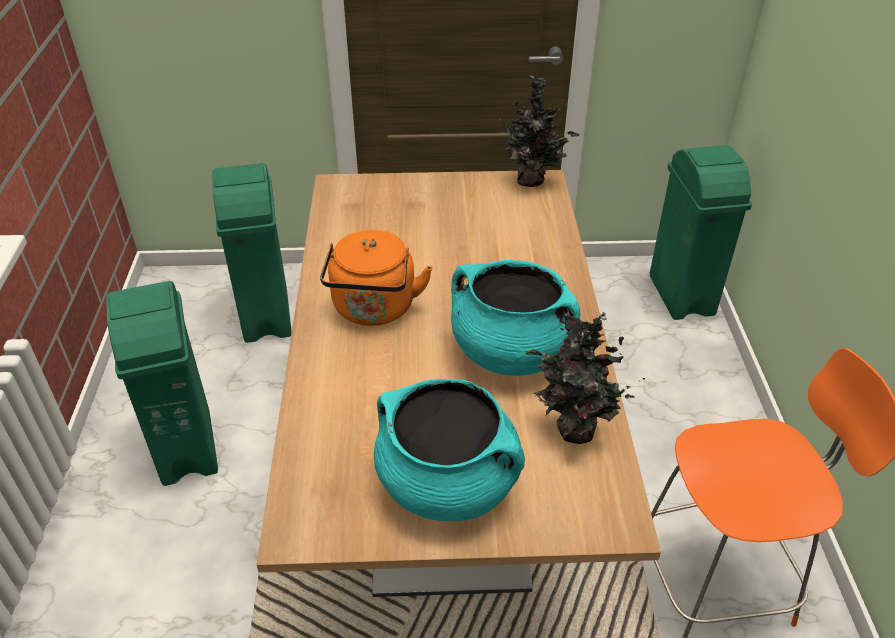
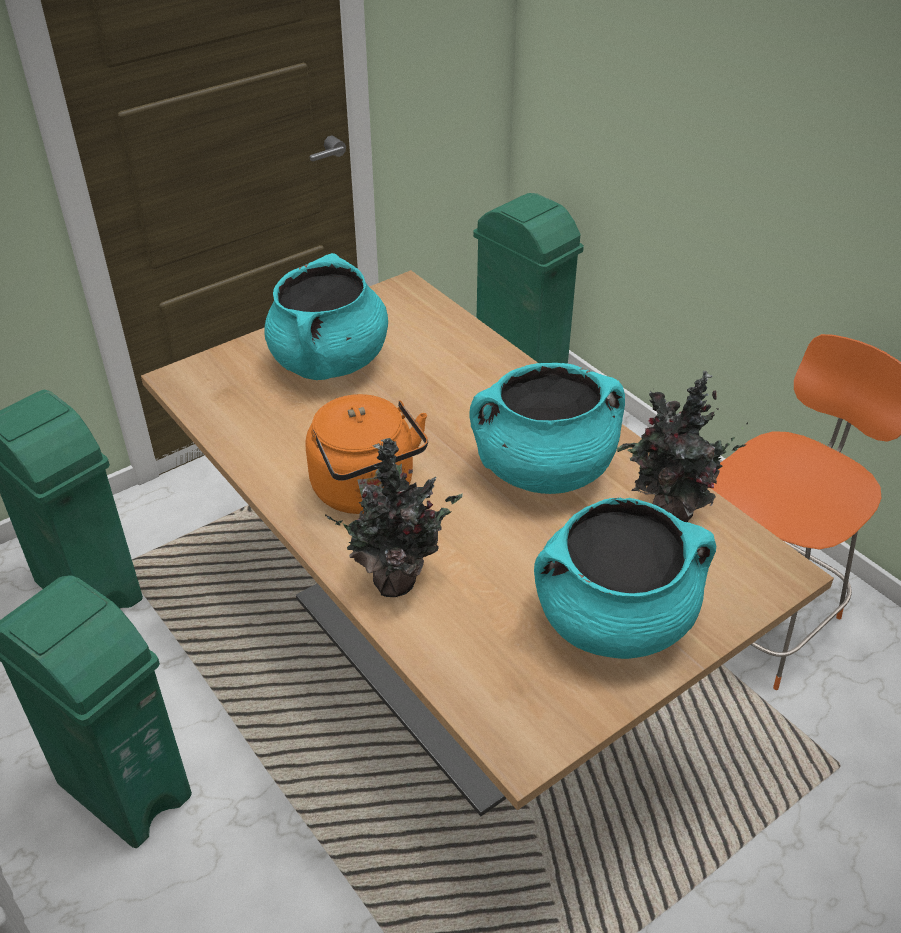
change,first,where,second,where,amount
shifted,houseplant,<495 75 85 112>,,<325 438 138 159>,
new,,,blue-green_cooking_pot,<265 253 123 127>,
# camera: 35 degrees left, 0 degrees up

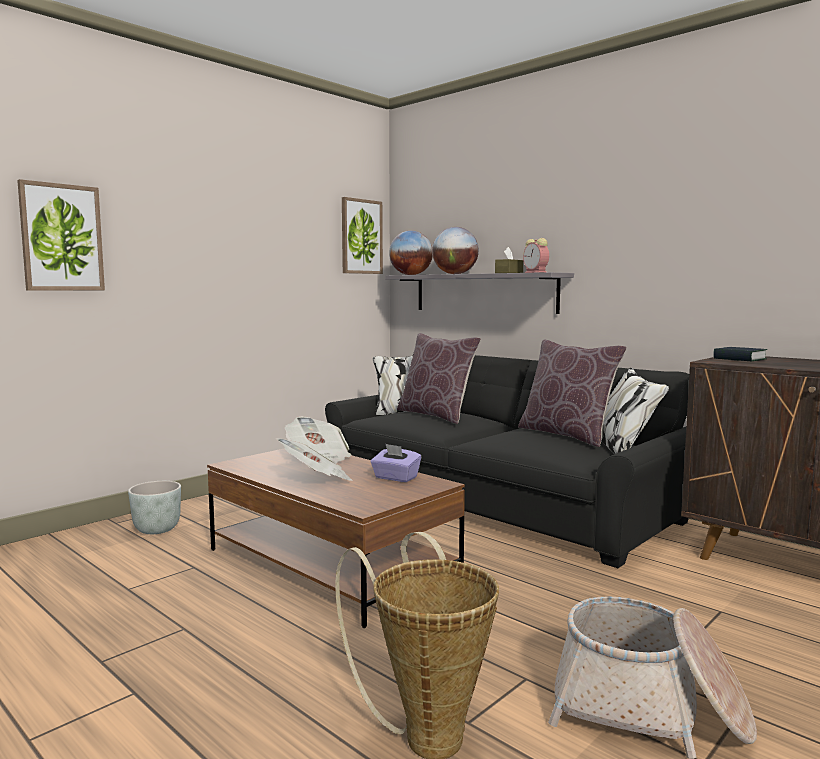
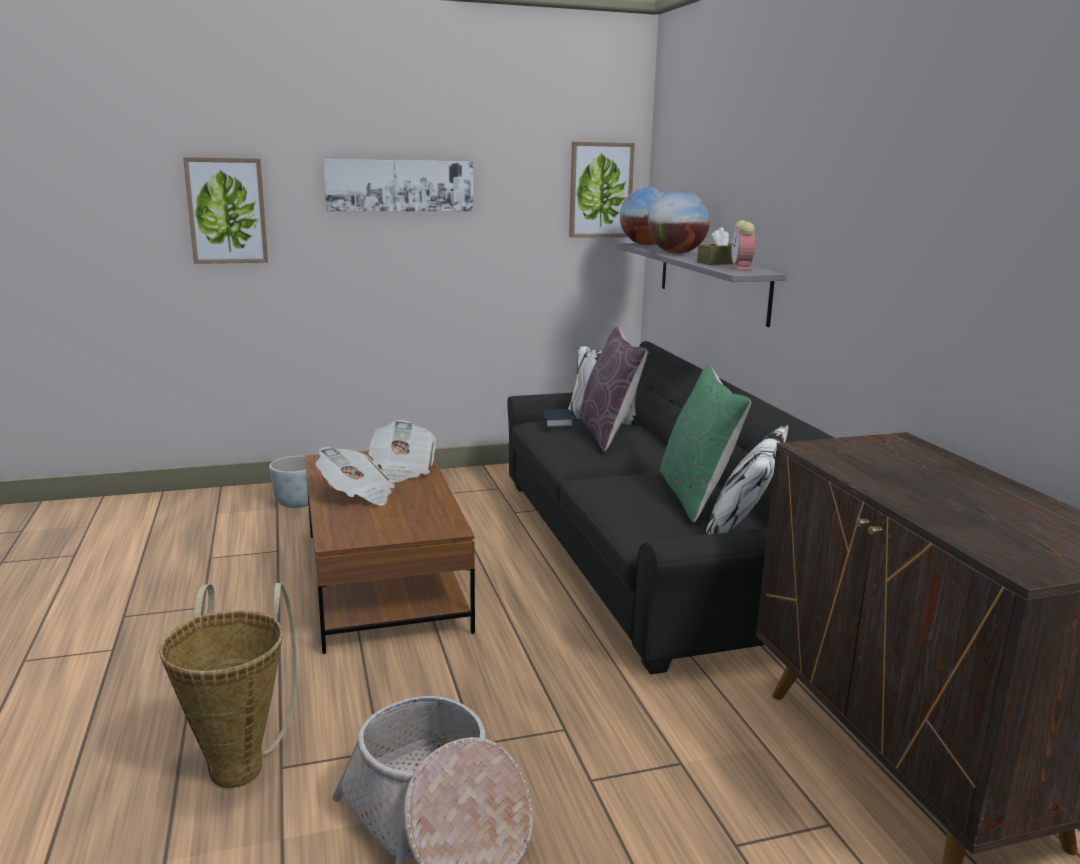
change,first,where,second,where,amount
gone,purple-coloured_tissue_box,<371 444 50 38>,,,
repainted,brownish_pillow,<518 340 109 107>,greenish_pillow,<660 365 91 158>,
shifted,volume,<713 347 54 14>,,<543 409 30 19>,
new,,,wall_art,<323 159 150 52>,
# camera: 30 degrees right, 10 degrees up

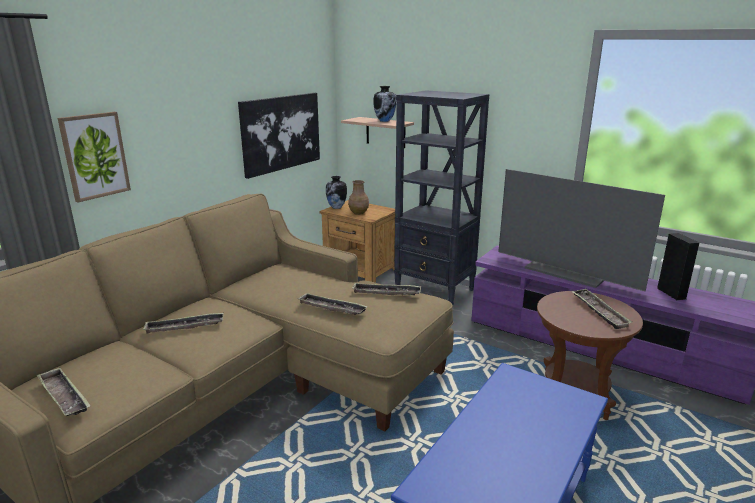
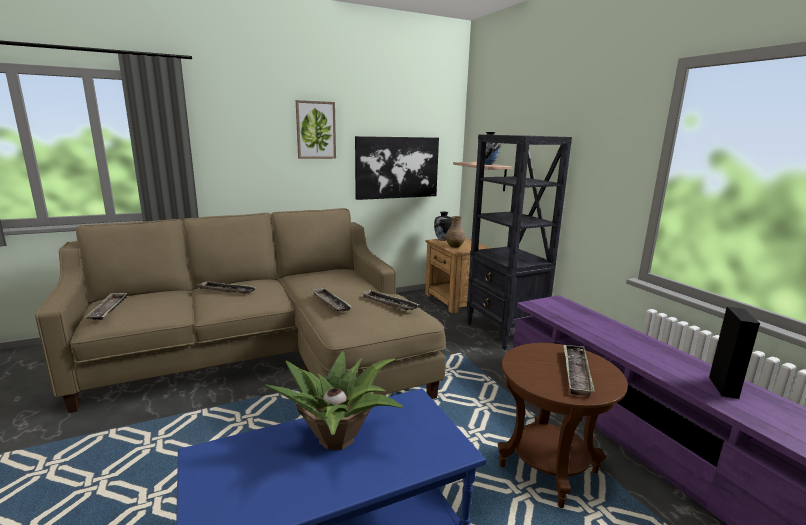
change,first,where,second,where,amount
shifted,wall_art,<57 112 74 91>,,<296 100 40 59>,
gone,television,<498 169 167 122>,,,
new,,,houseplant,<265 351 138 99>,
# camera: 30 degrees right, 5 degrees down

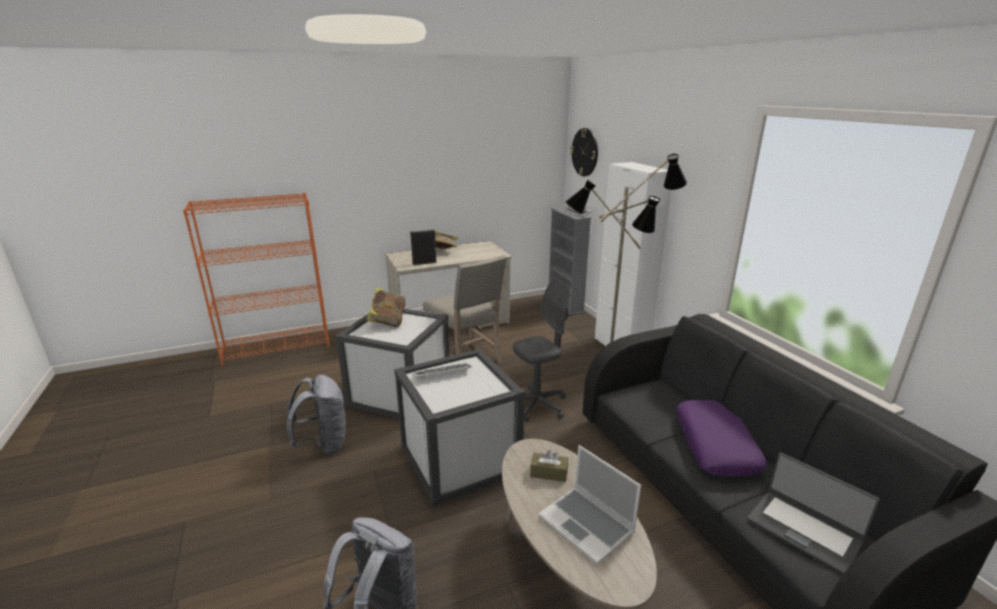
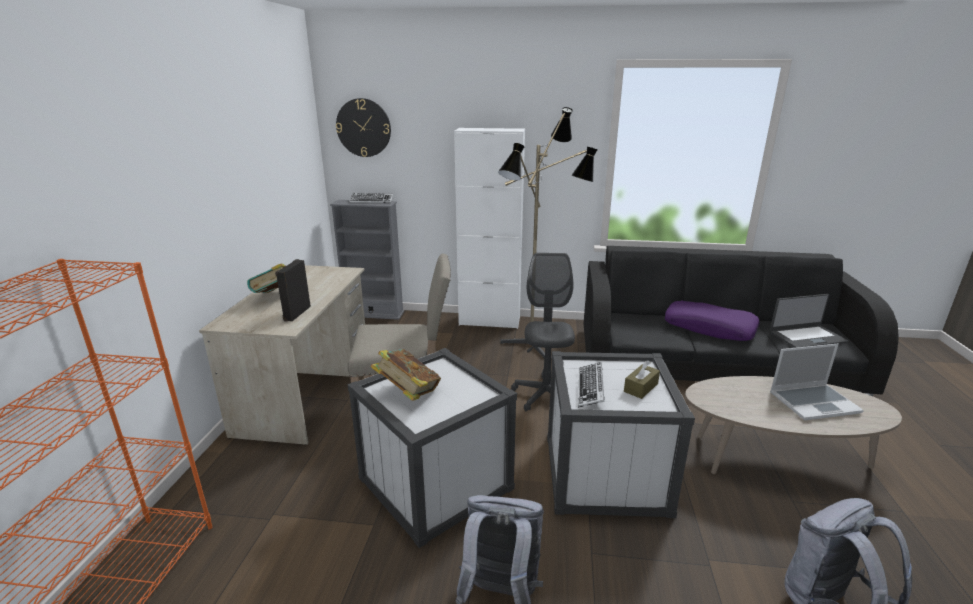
change,first,where,second,where,amount
shifted,brownish_tissue_box,<530 450 38 32>,,<624 361 36 38>,
# camera: 60 degrees left, 0 degrees up

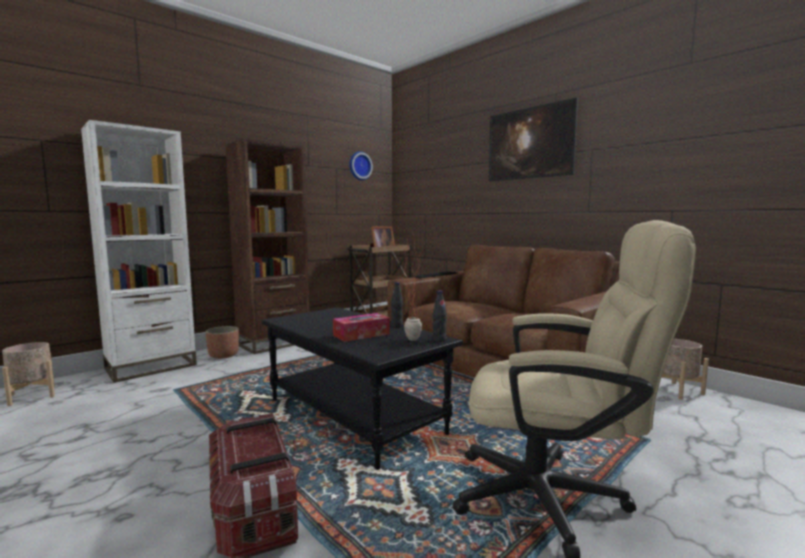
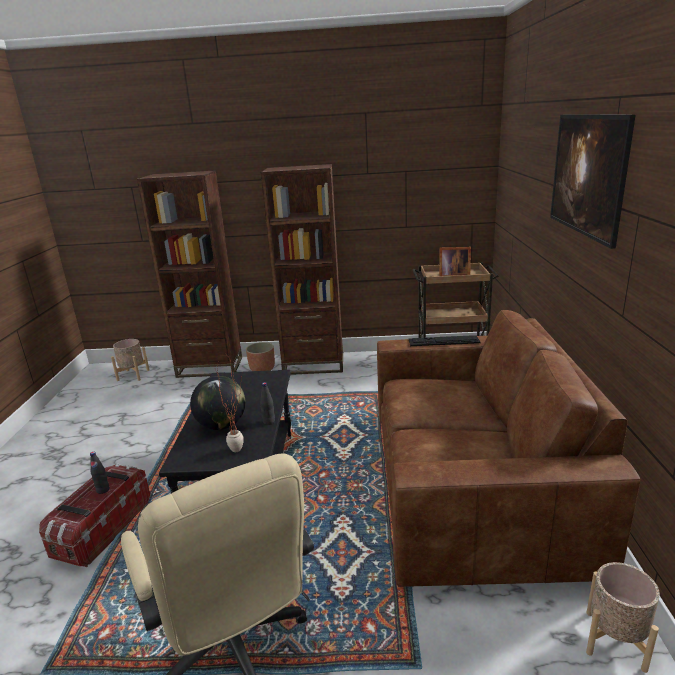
change,first,where,second,where,amount
repainted,white_shelving_unit,<81 120 116 263>,brownish_shelving_unit,<137 170 105 208>,
swapped,tissue_box,<333 313 57 29>,globe,<190 376 56 54>,
gone,wall_clock,<349 151 24 29>,,,
shifted,blackish_bottle,<433 291 14 51>,,<90 452 19 42>,
# camera: 45 degrees right, 15 degrees up

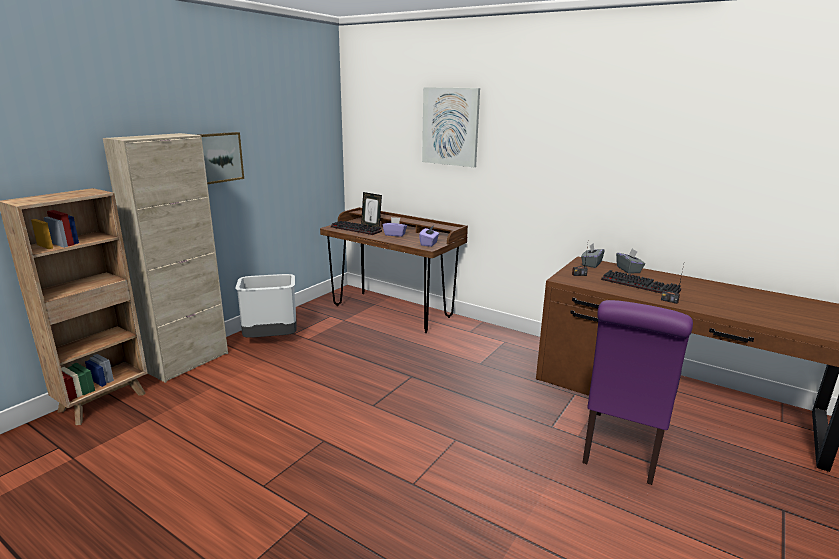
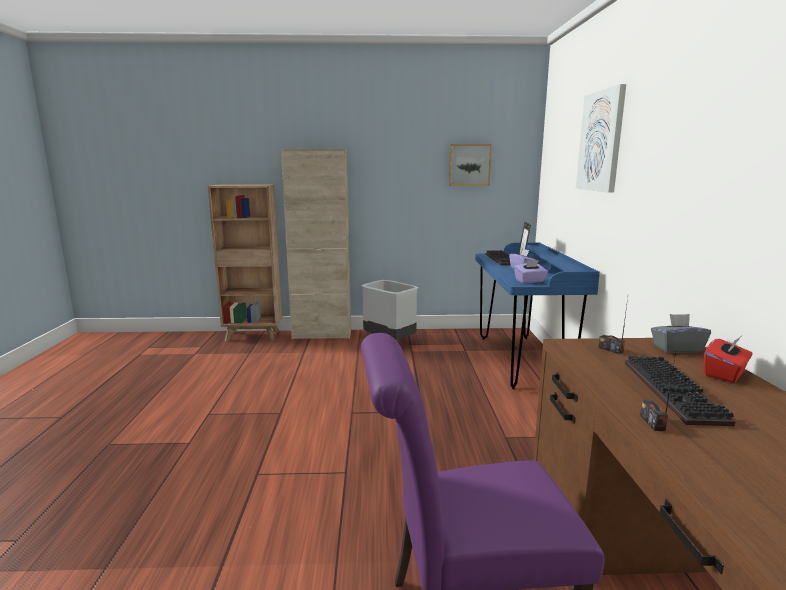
change,first,where,second,where,amount
shifted,wall_art,<199 132 45 53>,,<449 144 43 42>,
repainted,brownish_desk,<320 207 148 126>,blue-coloured_desk,<475 242 125 147>,
repainted,greyish_tissue_box,<616 249 29 25>,reddish_tissue_box,<704 337 49 46>,
# camera: 55 degrees right, 5 degrees down

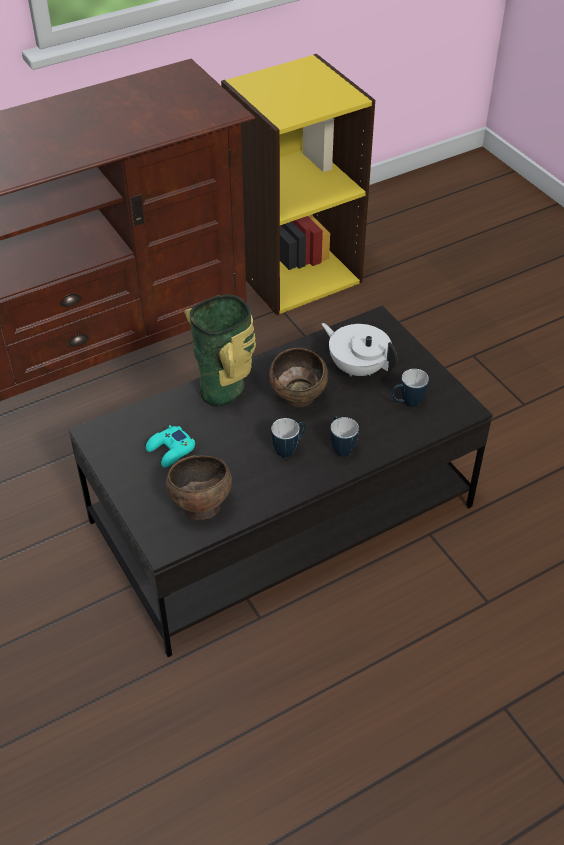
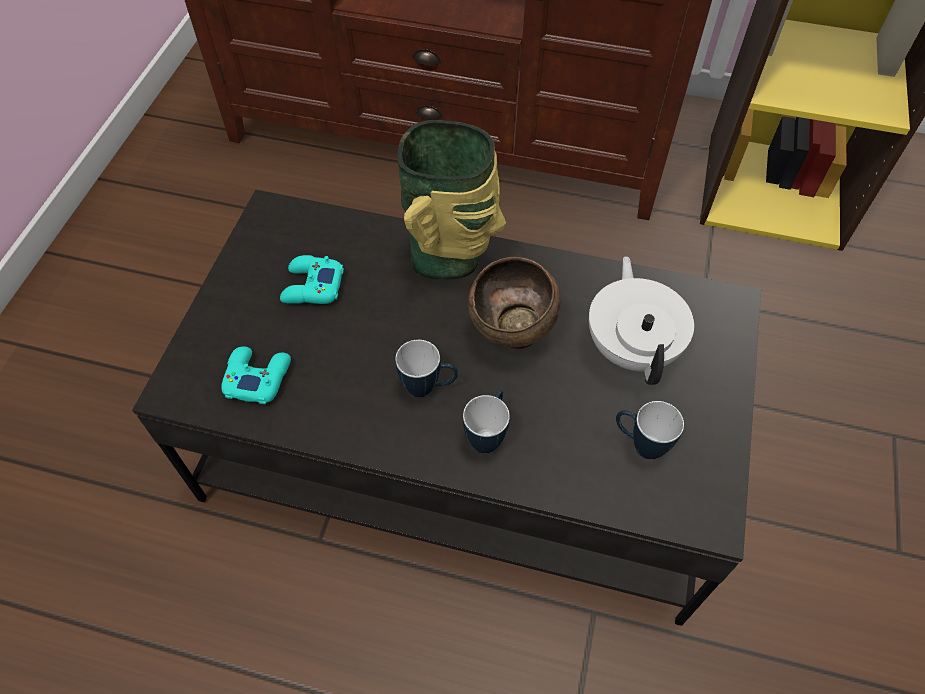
change,first,where,second,where,amount
swapped,brownish_serving_bowl,<166 455 66 65>,blue-green_gamepad,<221 346 70 59>,
# camera: 45 degrees right, 10 degrees up

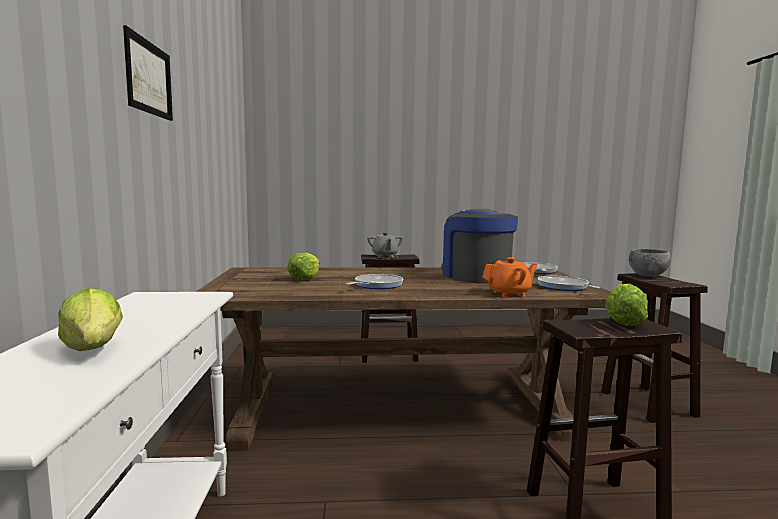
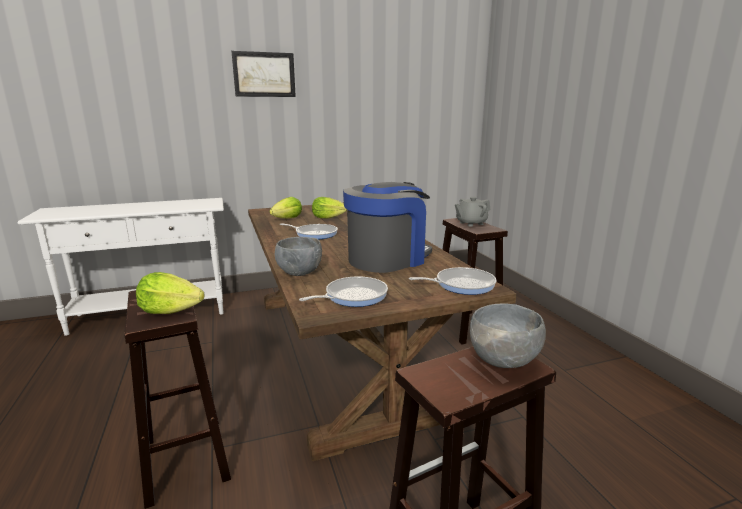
change,first,where,second,where,amount
shifted,lettuce_head,<58 288 65 63>,,<269 197 33 21>,
swapped,orange_teapot,<482 257 55 40>,greyish_serving_bowl,<275 237 47 39>,
# camera: 75 degrees right, 10 degrees up

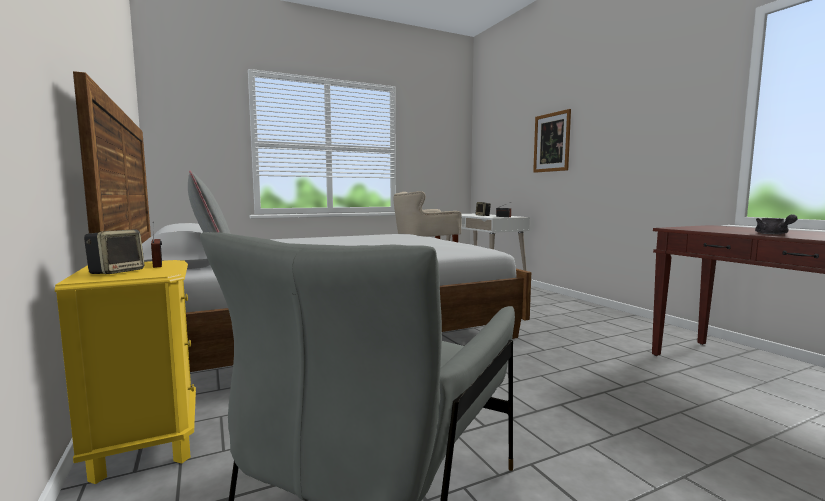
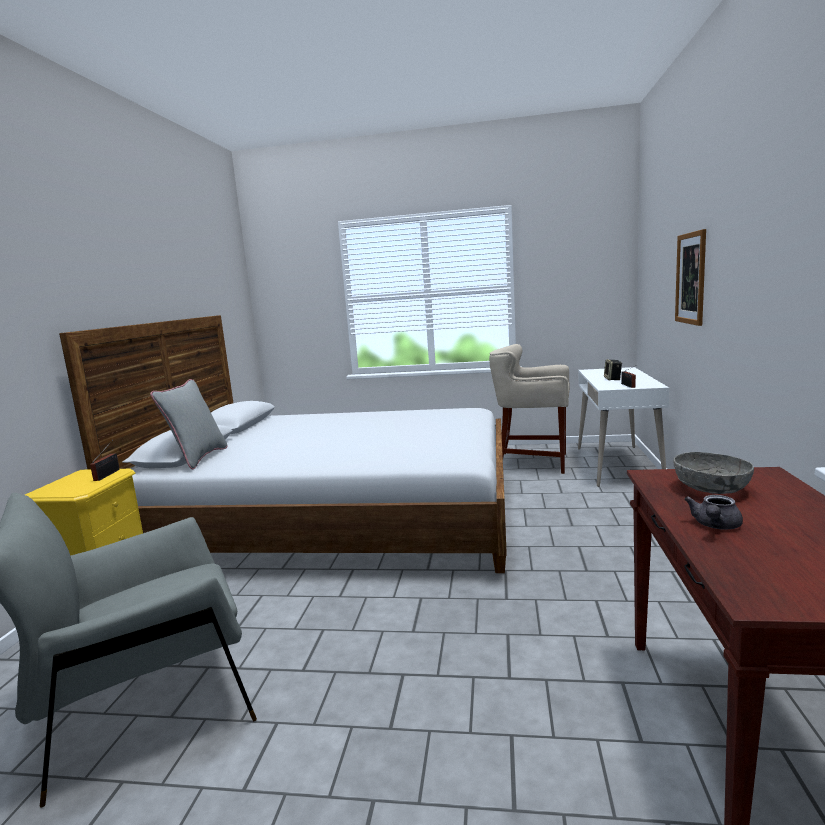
change,first,where,second,where,amount
gone,loudspeaker,<84 230 60 44>,,,
new,,,greyish_serving_bowl,<674 452 80 42>,
# camera: 35 degrees right, 5 degrees up

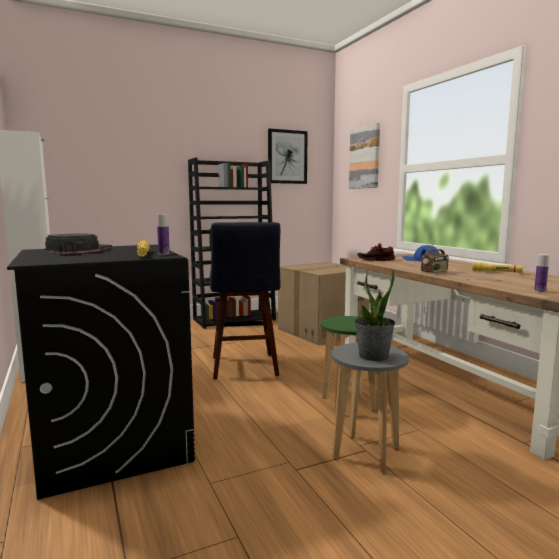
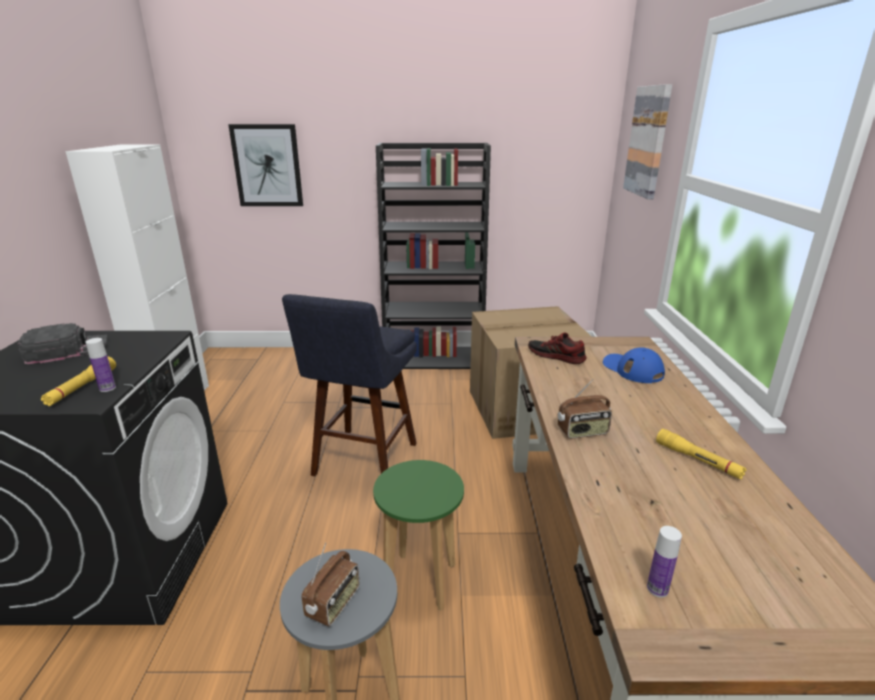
change,first,where,second,where,amount
shifted,wall_art,<268 129 40 55>,,<228 124 75 82>,
swapped,houseplant,<355 269 40 92>,radio_receiver,<302 543 57 83>,
# camera: 25 degrees right, 15 degrees up

